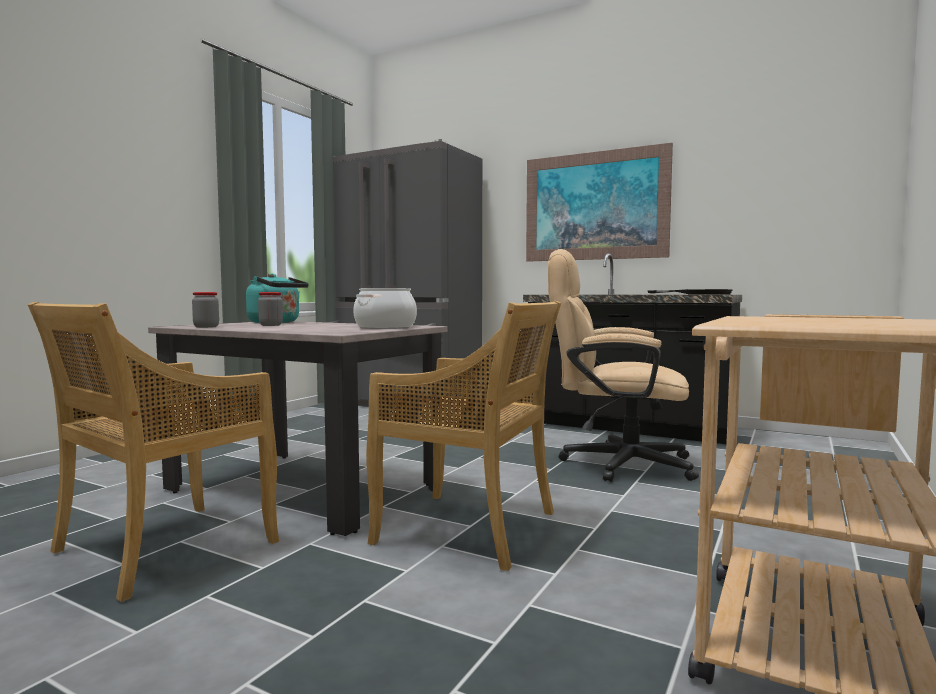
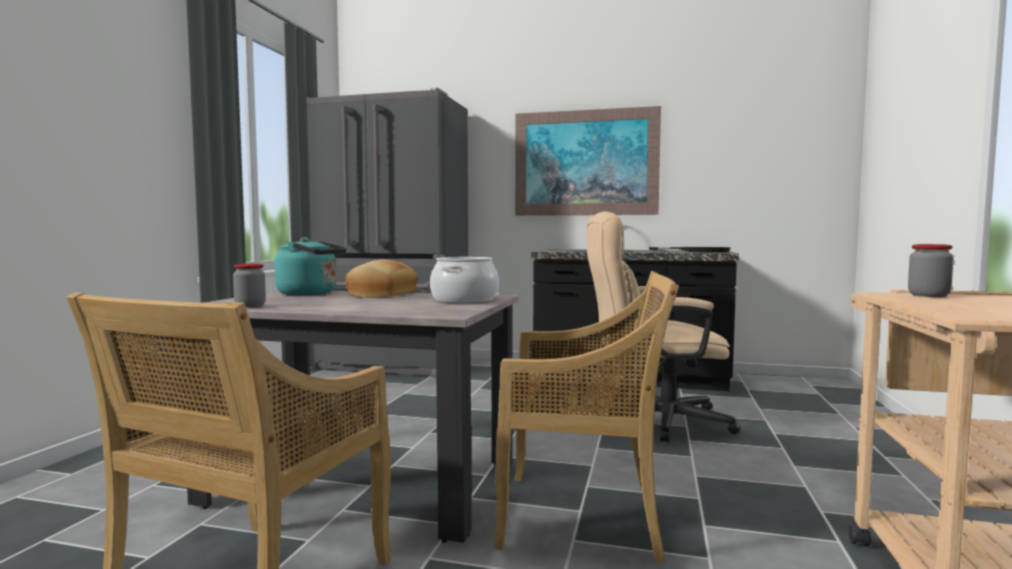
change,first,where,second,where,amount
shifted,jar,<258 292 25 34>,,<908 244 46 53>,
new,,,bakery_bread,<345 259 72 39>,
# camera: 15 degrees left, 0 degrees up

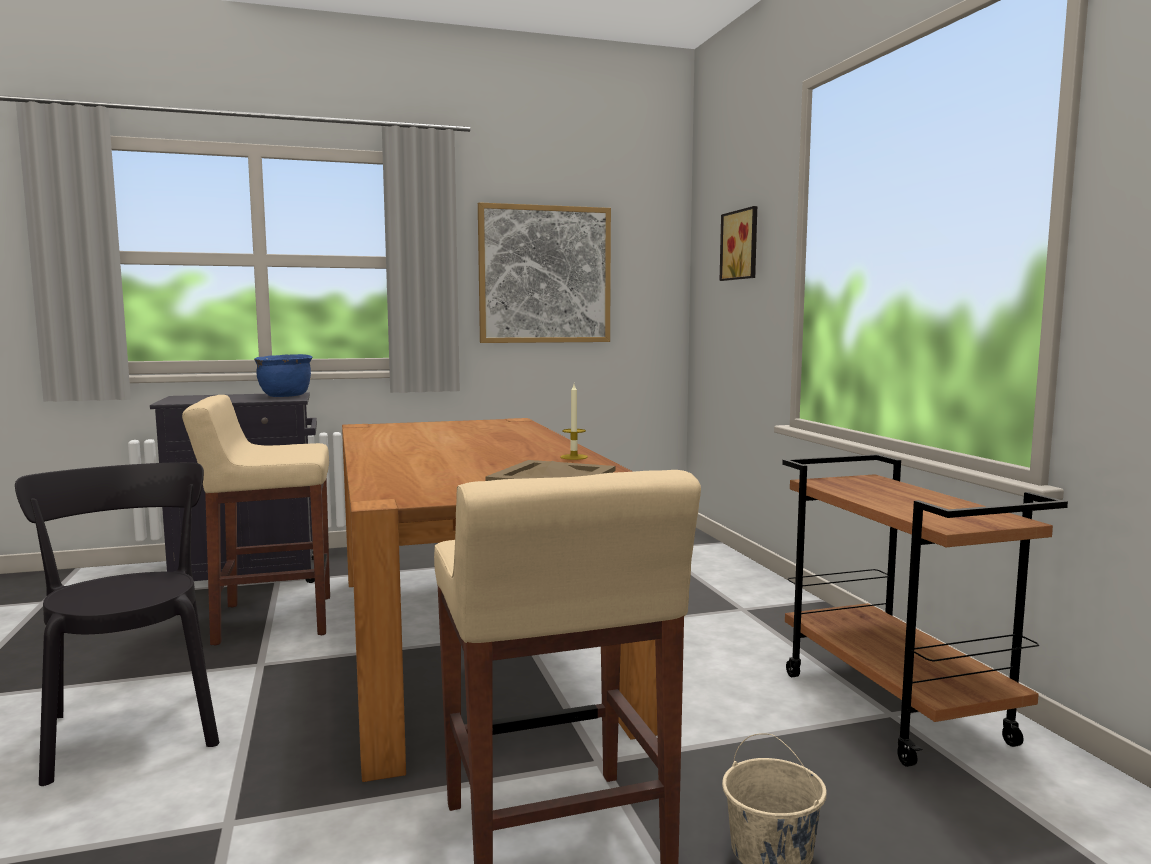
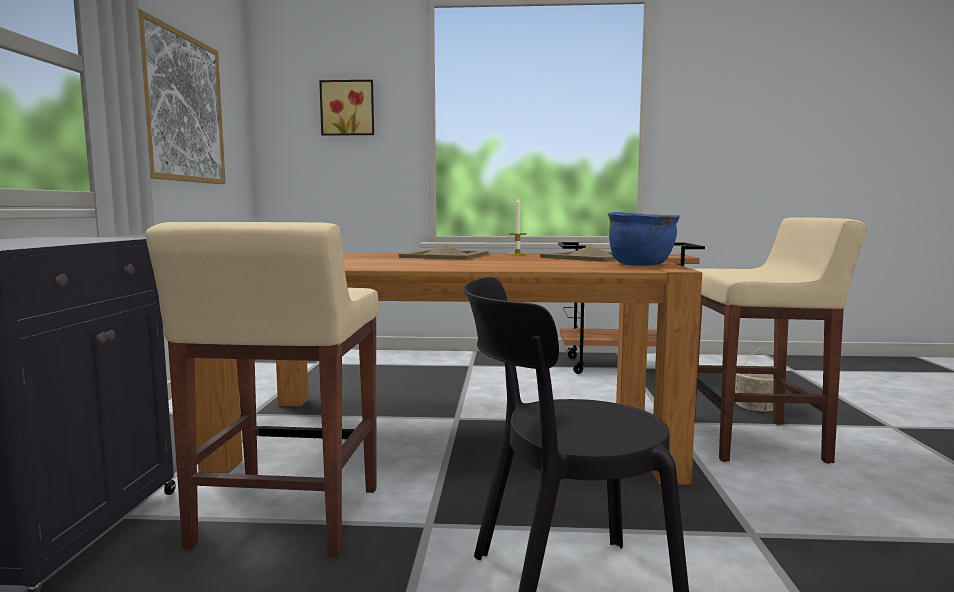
change,first,where,second,where,amount
shifted,blue-coloured_cooking_pot,<254 354 58 43>,,<608 212 72 54>,
new,,,beige-coloured_serving_tray,<399 245 90 15>,
# camera: 70 degrees left, 0 degrees up

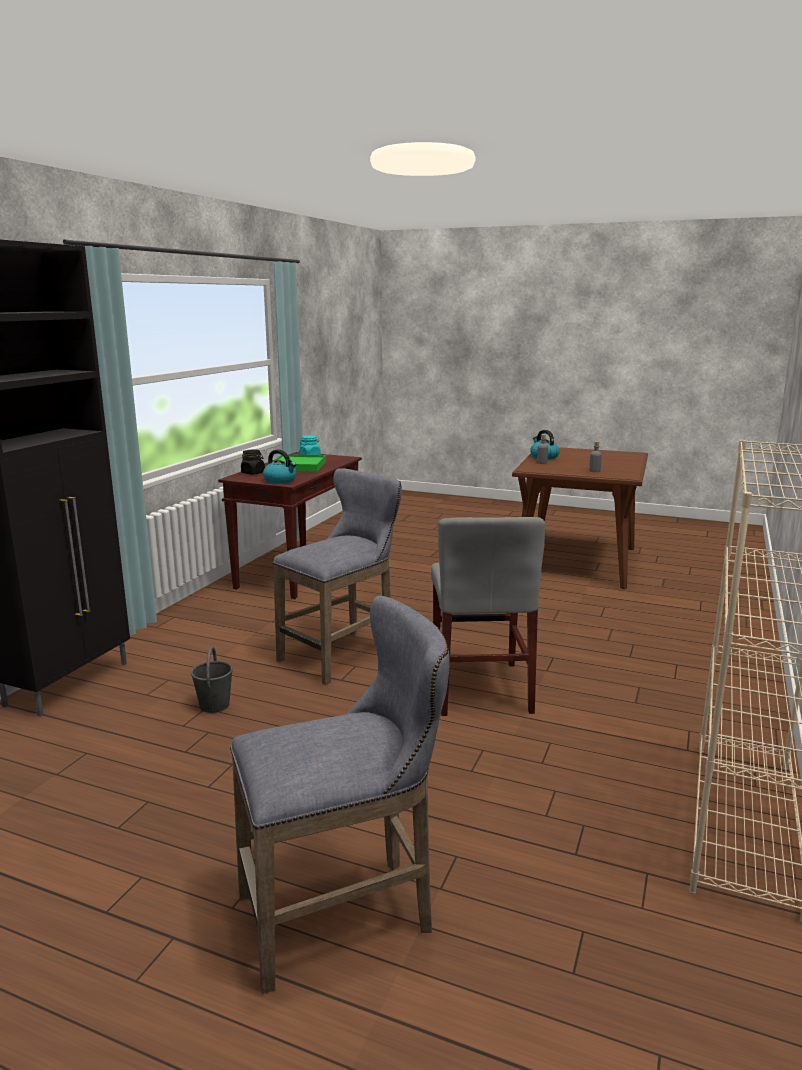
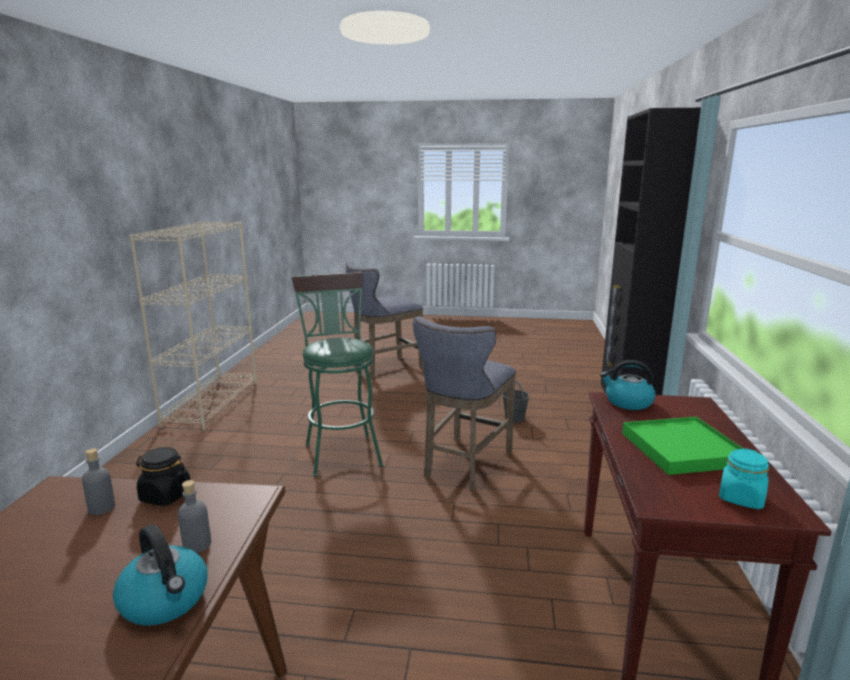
change,first,where,second,where,amount
shifted,blackish_jar,<241 450 24 24>,,<136 447 54 59>,
swapped,greyish_plain_chair,<431 517 114 199>,greenish_sitting_stool,<292 272 91 205>,
# camera: 165 degrees right, 0 degrees up

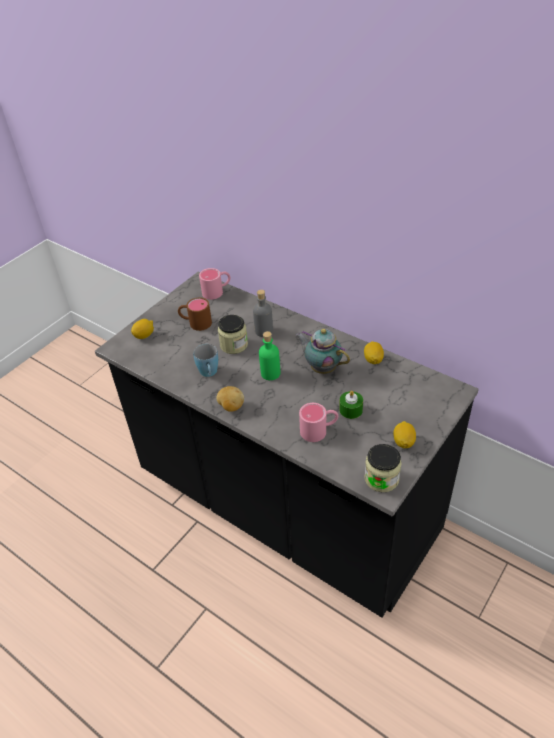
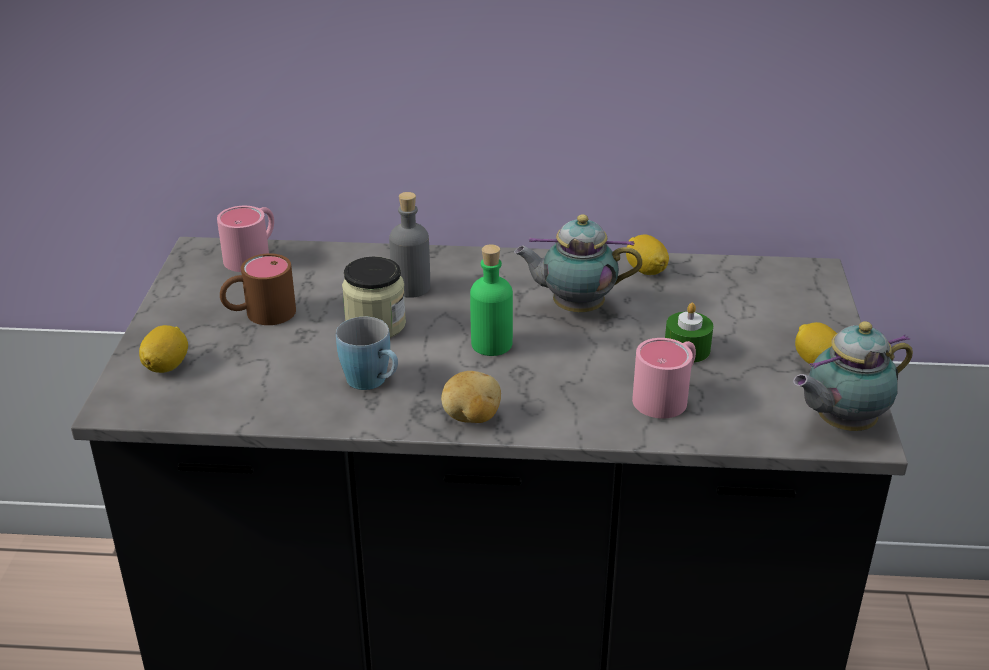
change,first,where,second,where,amount
swapped,jar,<364 444 38 48>,teapot,<793 321 120 110>,
# camera: 35 degrees left, 10 degrees down

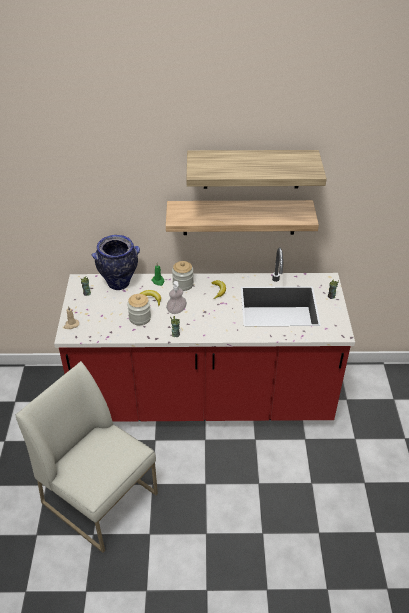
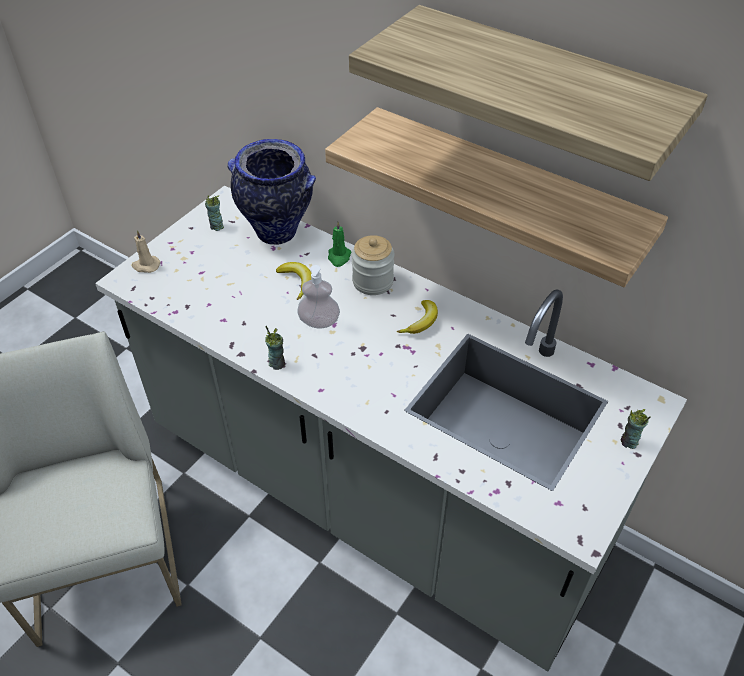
change,first,where,second,where,amount
repainted,reddish_kitchen_counter,<54 248 301 174>,greyish_kitchen_counter,<95 185 592 487>,
gone,jar,<127 294 24 31>,,,
# camera: 35 degrees right, 5 degrees up

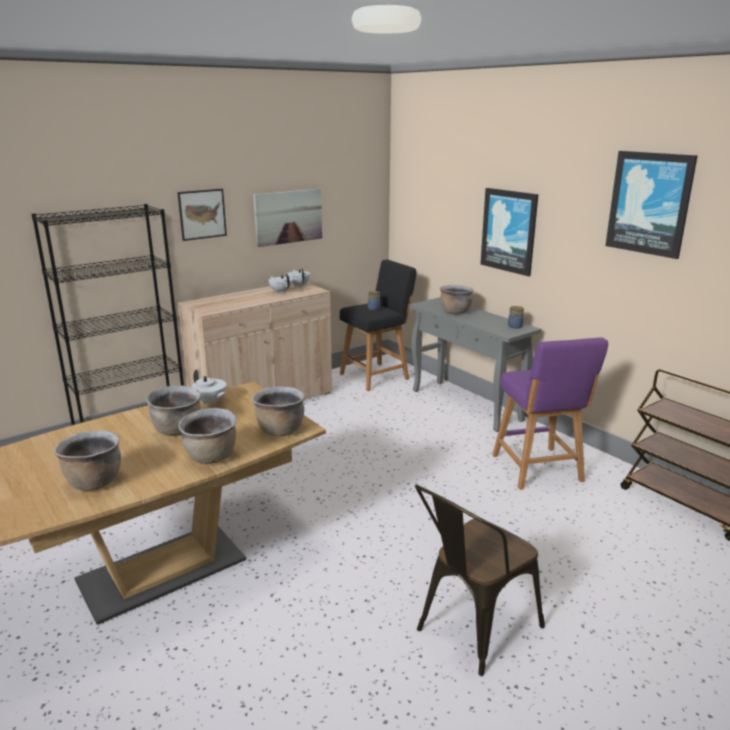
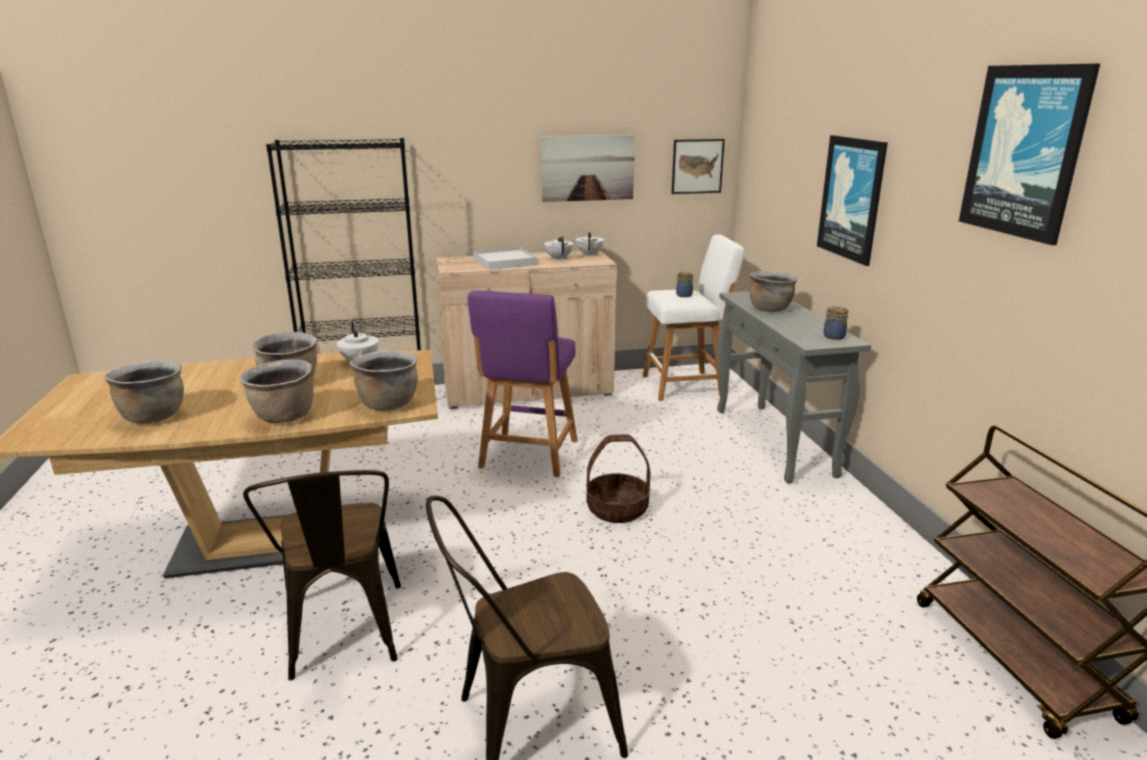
change,first,where,second,where,amount
shifted,wall_art,<177 189 50 52>,,<672 139 53 55>,
repainted,blackish_sitting_stool,<340 260 77 131>,white_sitting_stool,<643 235 101 166>,
shifted,purple-coloured_sitting_stool,<492 337 116 153>,,<468 290 109 187>,
new,,,brownish_plain_chair,<243 470 158 211>,
new,,,white_serving_tray,<473 247 65 23>,
new,,,basket,<587 435 63 88>,
# camera: 25 degrees right, 0 degrees up

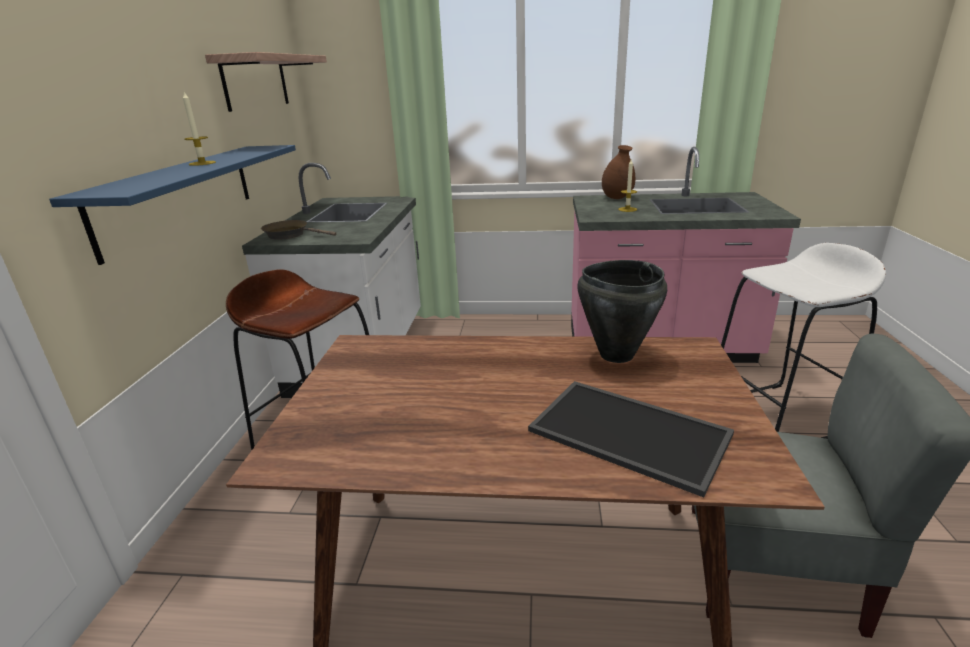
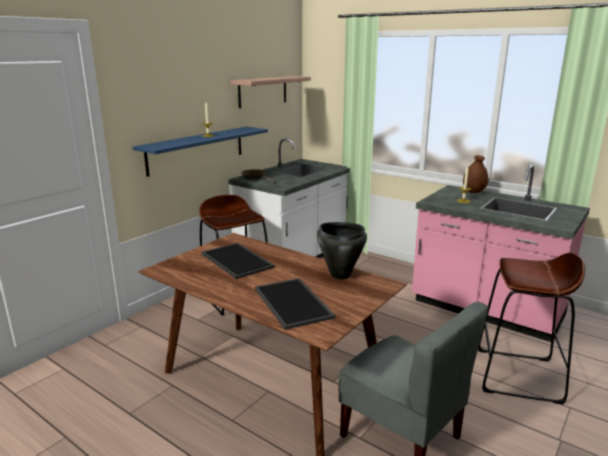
change,first,where,second,where,amount
repainted,white_sitting_stool,<721 243 165 196>,brownish_sitting_stool,<478 253 107 151>,
new,,,serving_tray,<201 243 74 36>,
# camera: 30 degrees right, 5 degrees down

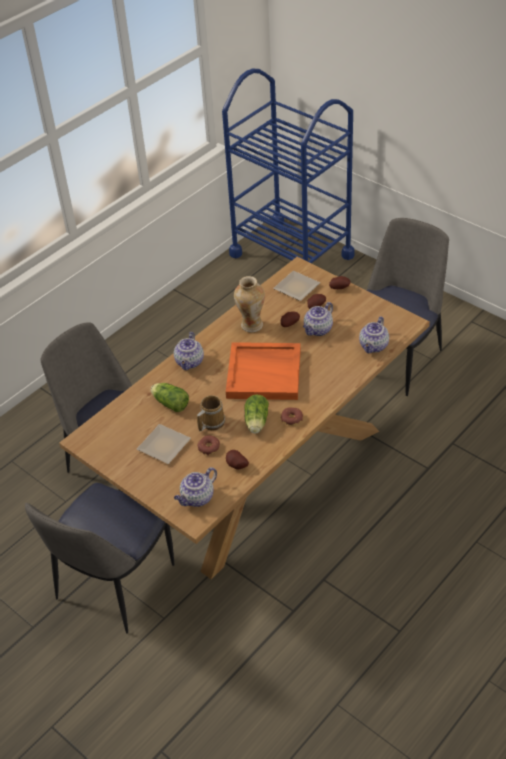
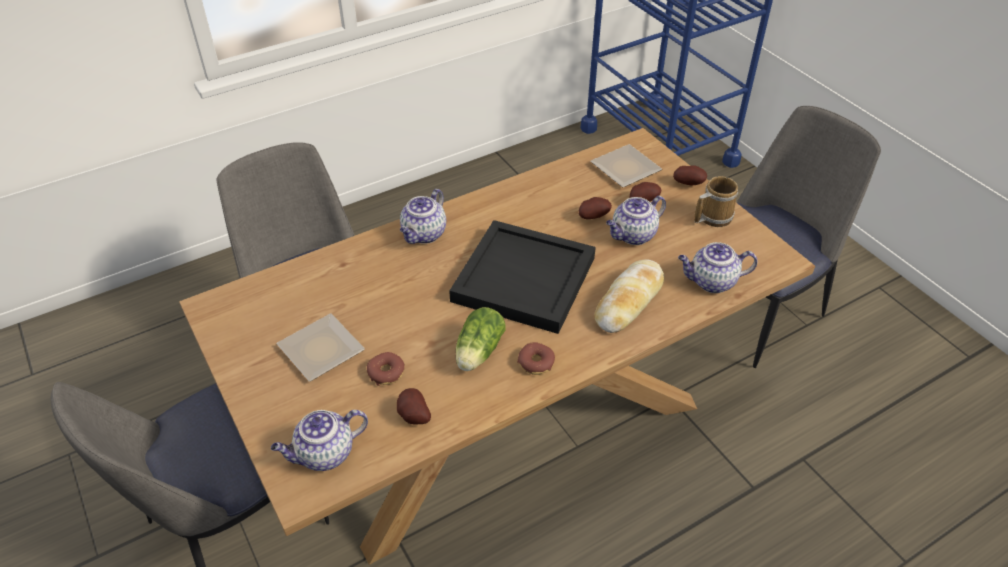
change,first,where,second,where,amount
gone,lettuce_head,<151 383 38 29>,,,
shifted,coffee_mug,<197 395 28 37>,,<694 176 44 51>,
repainted,orange_serving_tray,<226 342 75 58>,blackish_serving_tray,<449 220 147 114>,
gone,flower_vase,<234 276 31 56>,,,
rotated,teapot,<359 316 30 37>,,<678 242 79 51>,45 degrees clockwise
new,,,bakery_bread,<594 260 70 73>,
# camera: 15 degrees right, 0 degrees up

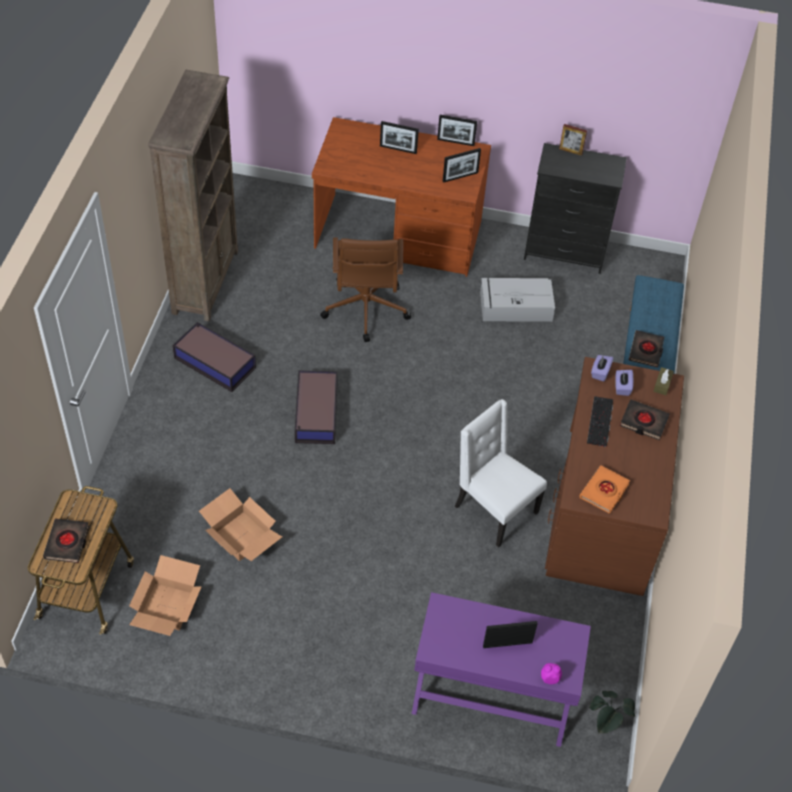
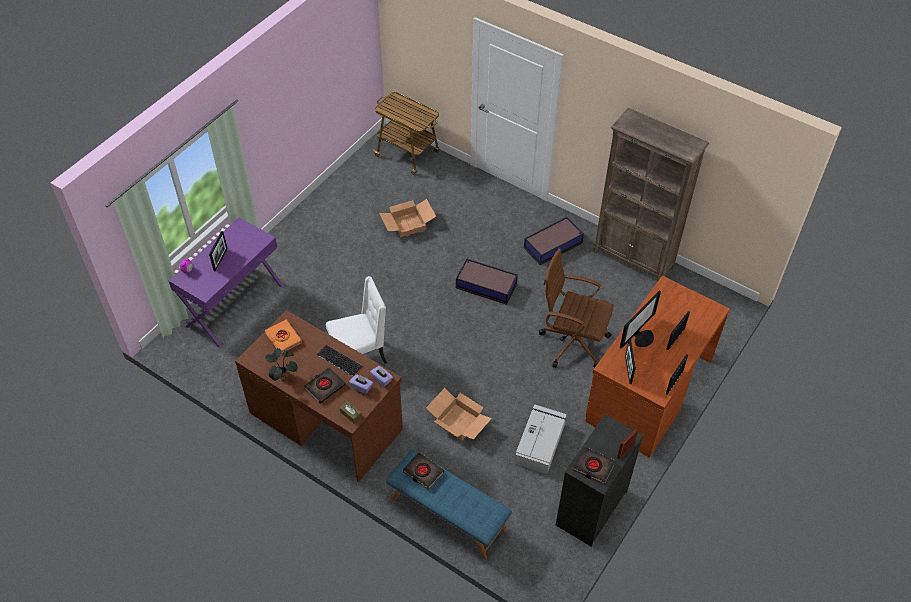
change,first,where,second,where,amount
shifted,blackish_volume,<43 518 47 45>,,<572 446 44 38>,
shifted,packing_box,<129 555 73 81>,,<426 388 66 53>,
shifted,houseplant,<589 691 46 43>,,<265 348 32 33>,
new,,,computer_display,<620 290 41 59>,
# camera: 115 degrees right, 0 degrees up

